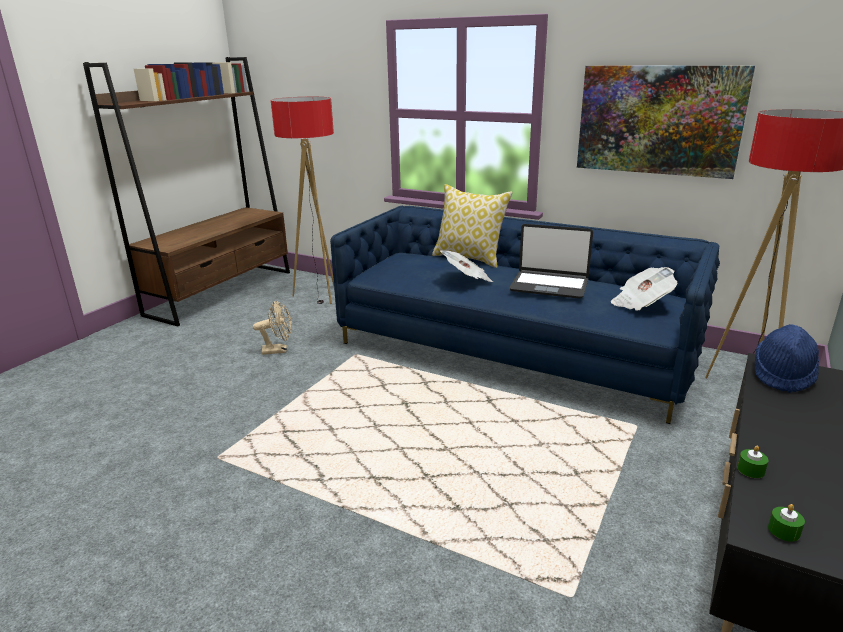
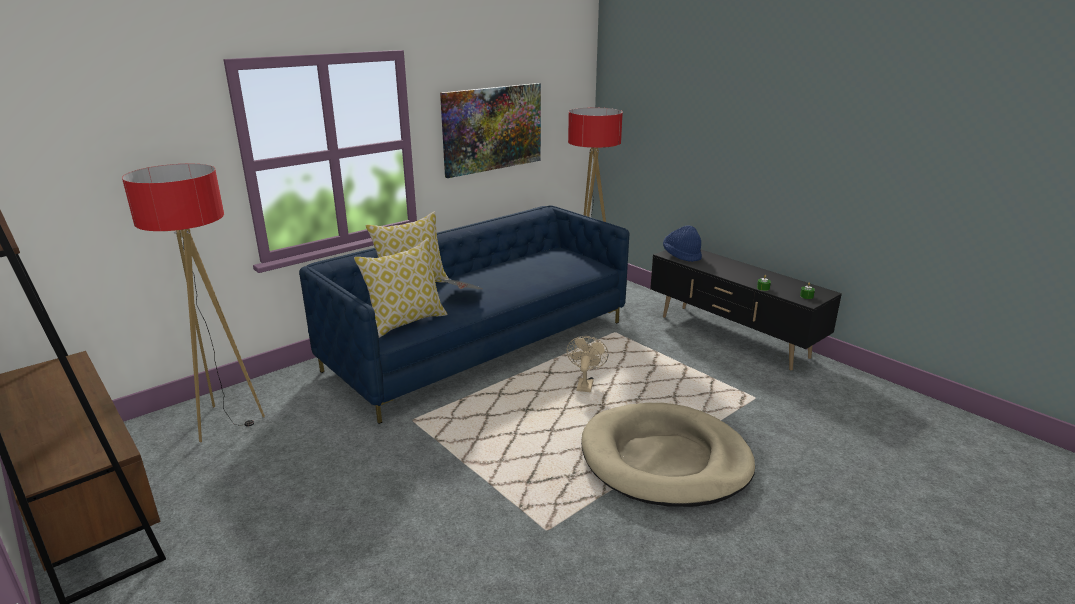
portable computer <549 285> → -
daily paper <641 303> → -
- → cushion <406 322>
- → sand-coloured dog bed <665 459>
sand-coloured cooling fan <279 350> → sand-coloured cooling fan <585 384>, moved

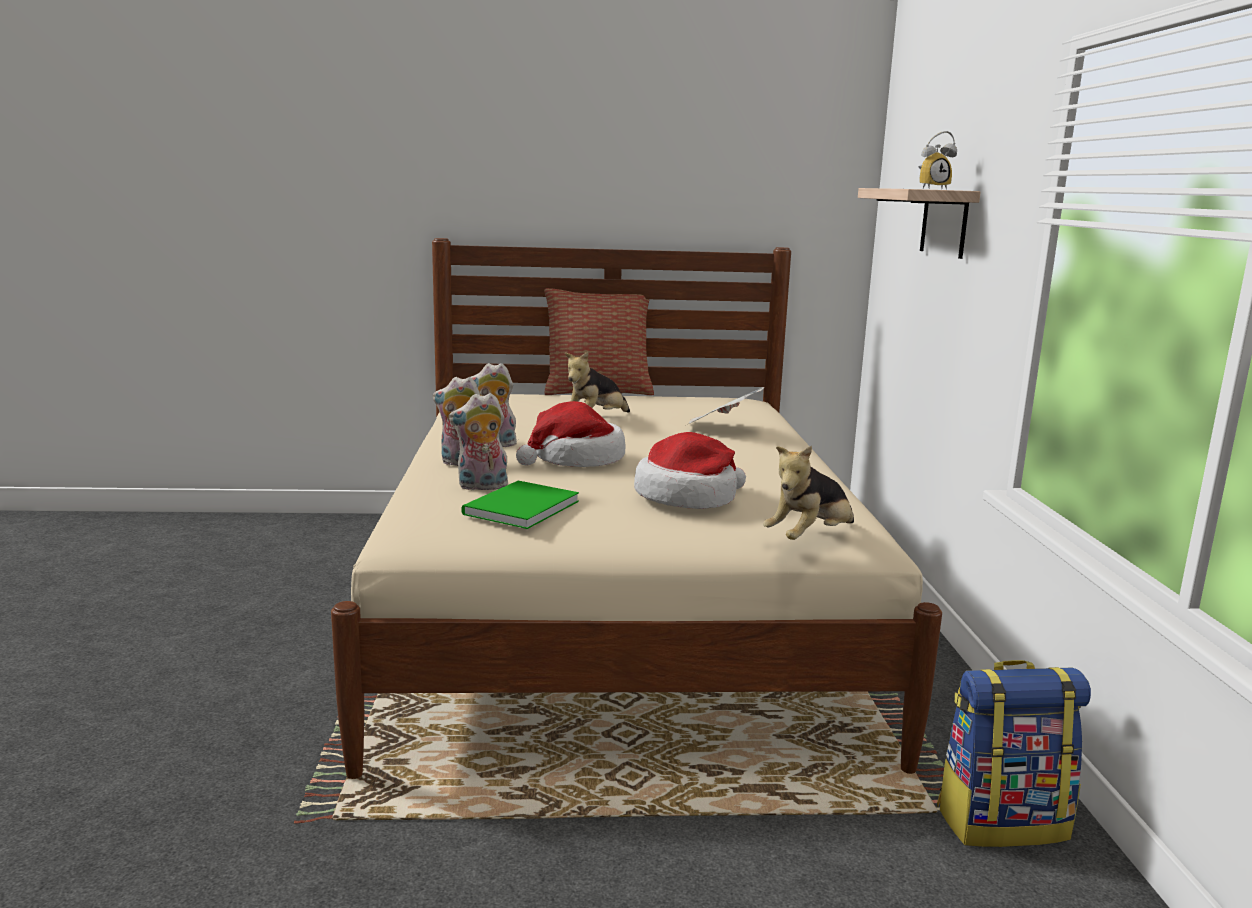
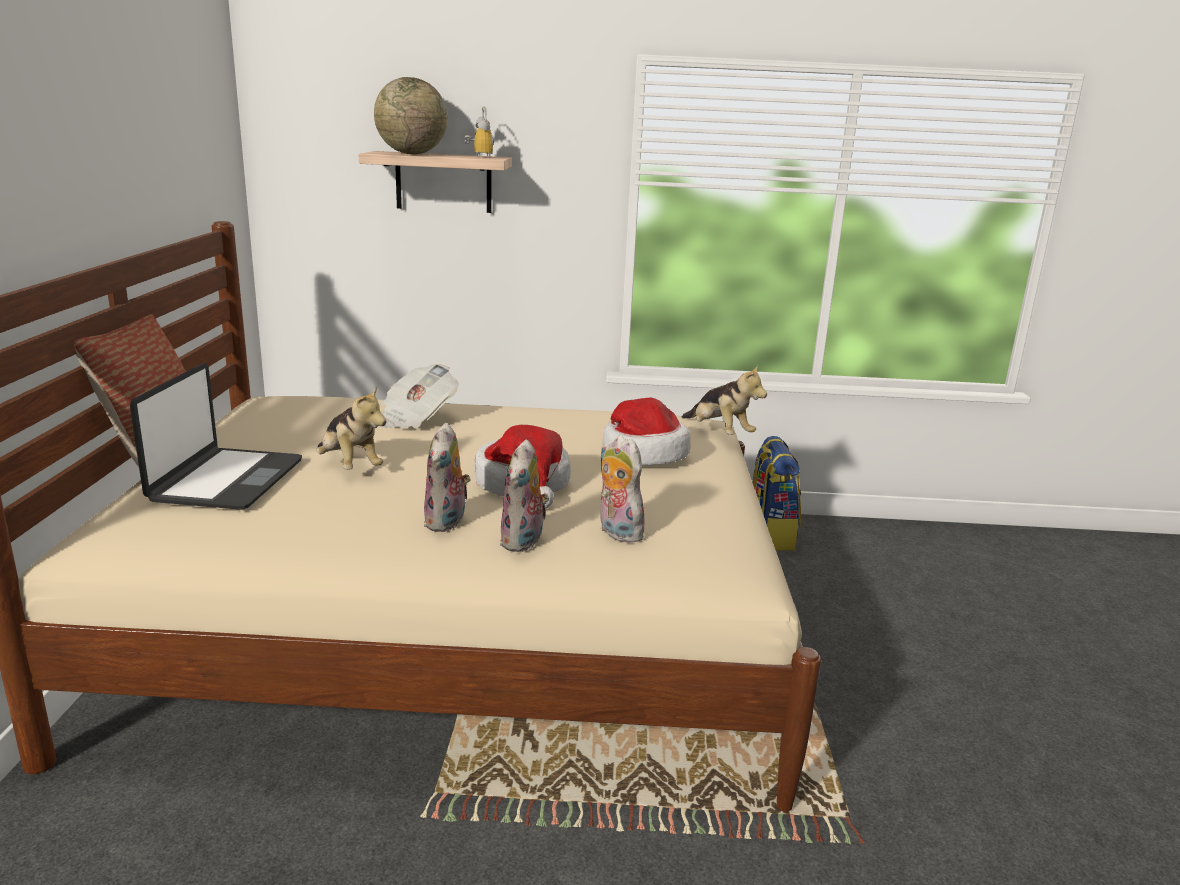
green-coloured bound book <517 508> → -
- → portable computer <226 480>
- → globe <411 154>
cuddly toy <481 487> → cuddly toy <616 532>, 150 degrees clockwise

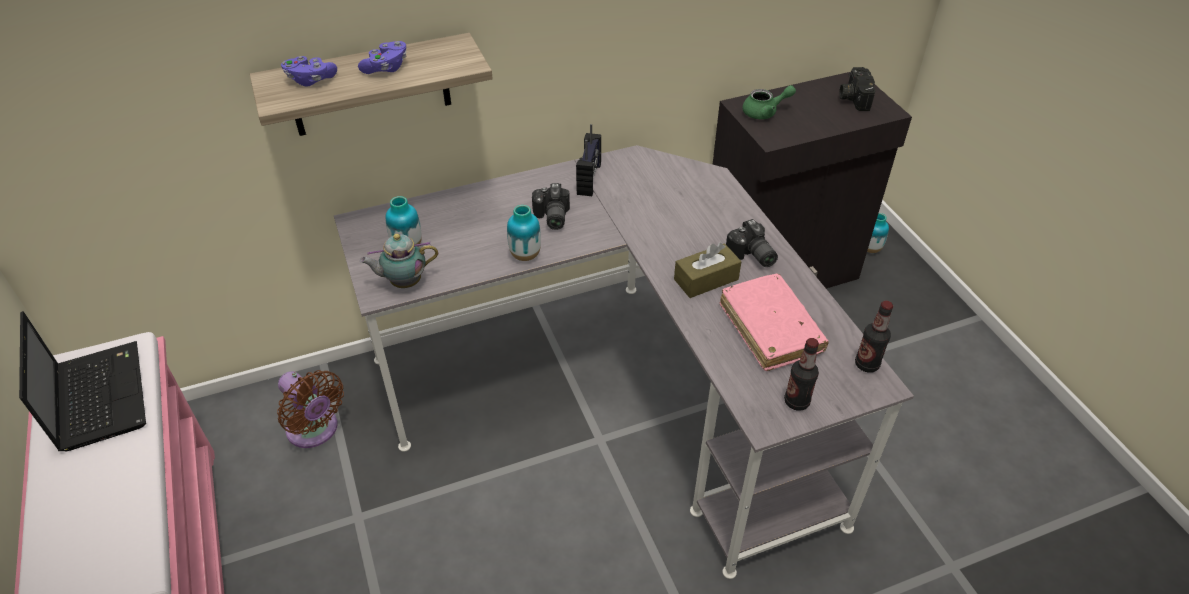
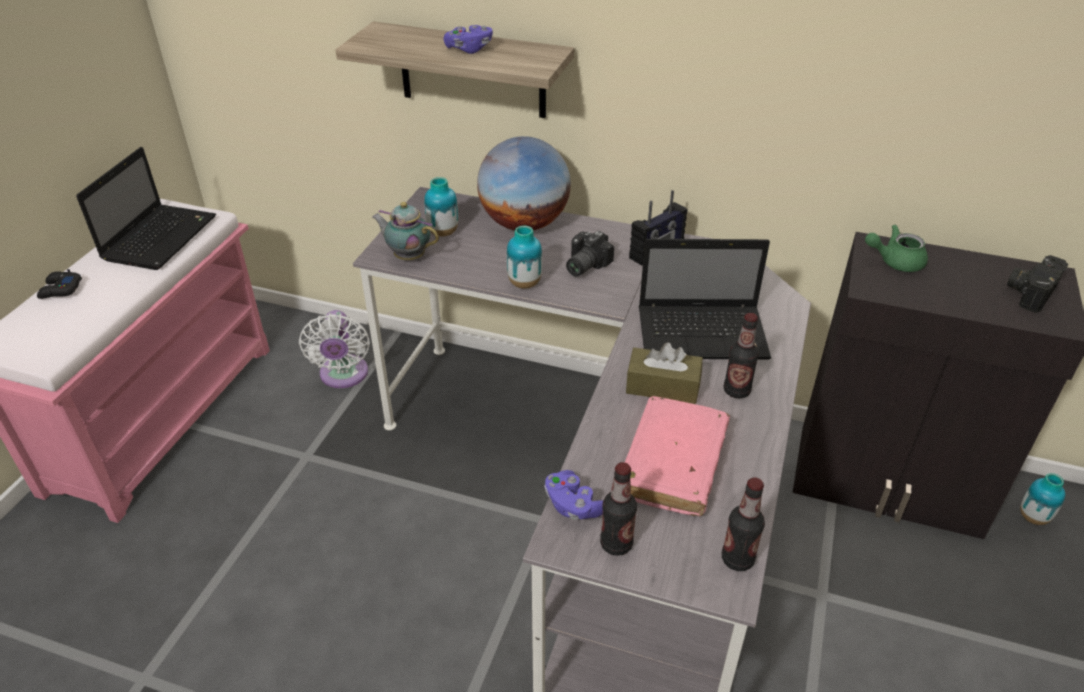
- → blackish game controller <60 290>
- → globe <524 224>
- → portable computer <704 334>
purple-coloured game controller <310 80> → purple-coloured game controller <573 505>, moved
still camera <751 256> → bottle <736 391>
brown-coloured cooling fan <315 431> → whitish cooling fan <343 376>
green-coloured teapot <765 112> → green-coloured teapot <894 261>, 150 degrees clockwise

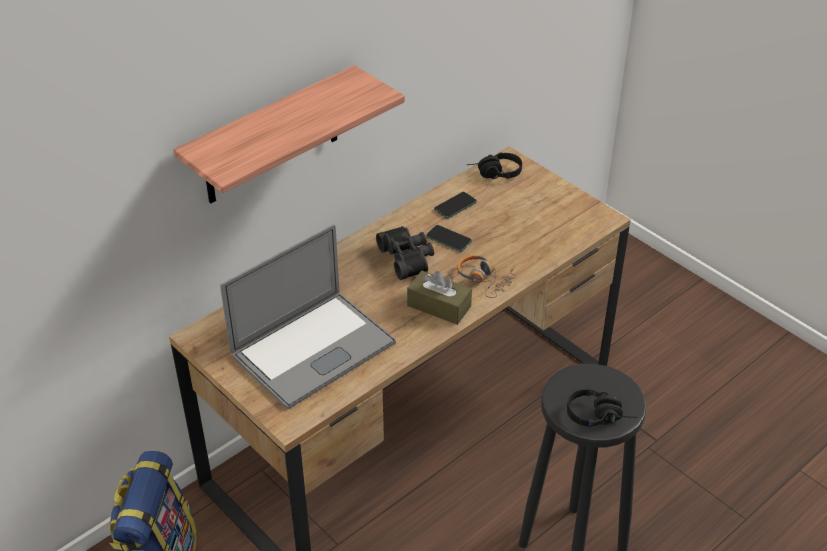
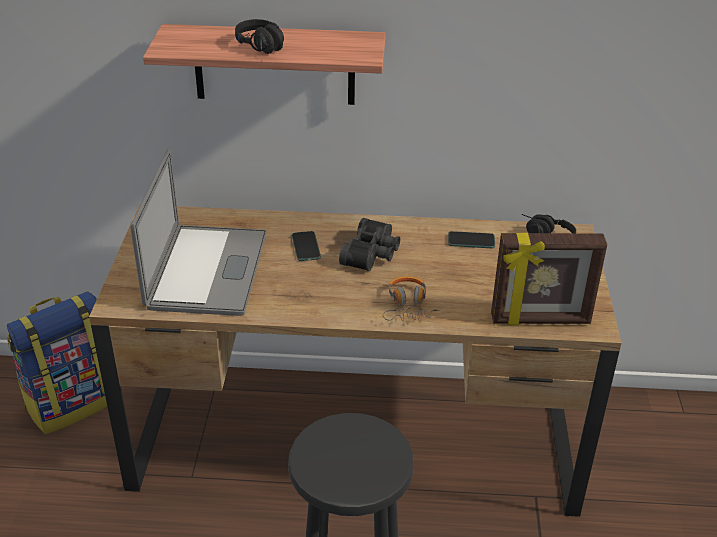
brown-coloured box of tissues <439 306> → -
- → photo frame <540 320>
telephone <448 239> → telephone <306 247>, moved
blackish headphones <600 416> → blackish headphones <265 48>, moved
portable computer <313 349> → portable computer <207 270>, 90 degrees counterclockwise

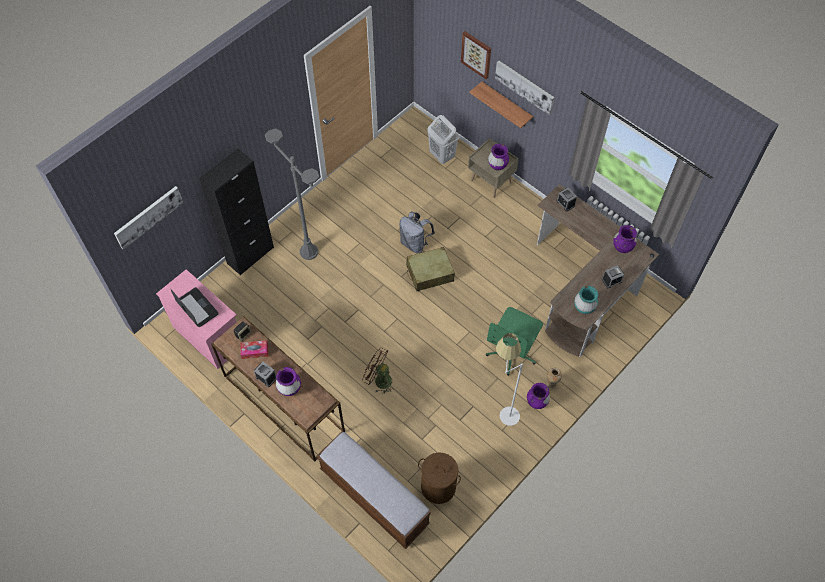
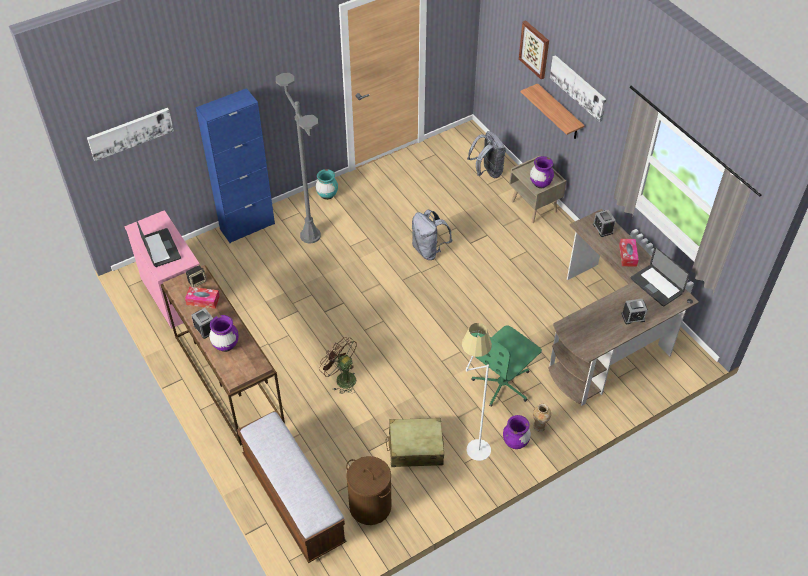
- → box of tissues <627 255>
sand-coloured suitcase <429 273> → sand-coloured suitcase <415 448>, moved
turquoise-coloured flower vase <584 308> → turquoise-coloured flower vase <327 195>, moved
whitish laundry basket <441 155> → gray knapsack <487 172>
purple-coloured flower vase <622 247> → portable computer <656 286>
blackish cupboard <250 255> → blue cupboard <247 226>

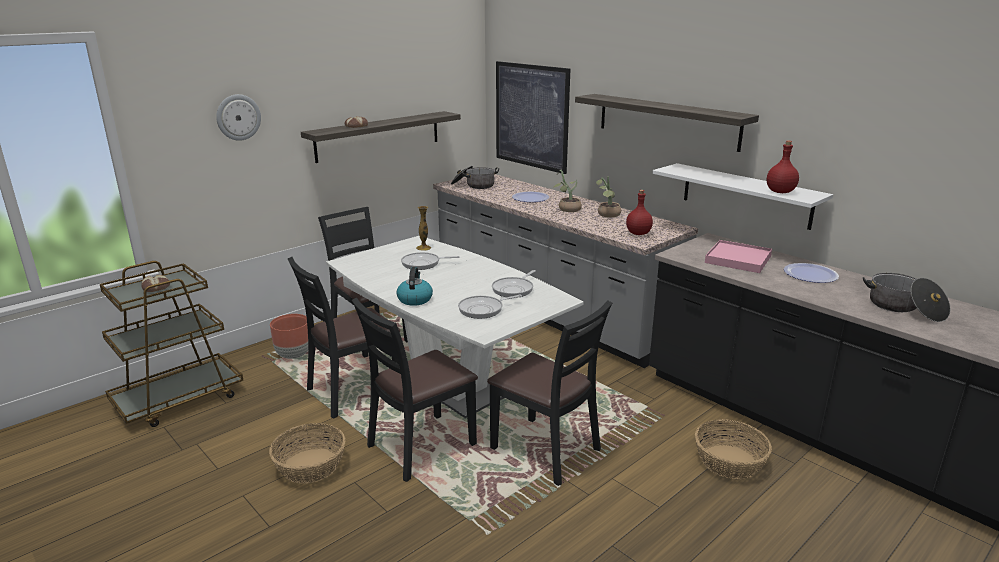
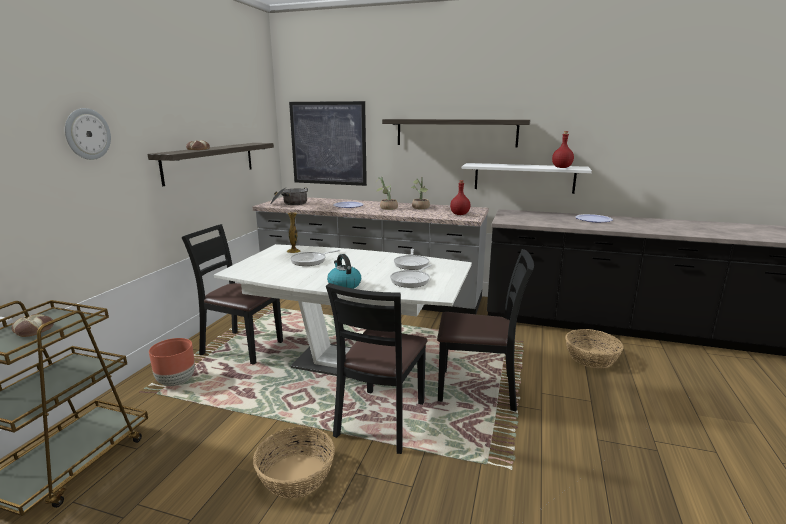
blackish plain chair <353 391> → -
pink-coloured carrying tray <737 259> → -
stockpot <904 308> → -

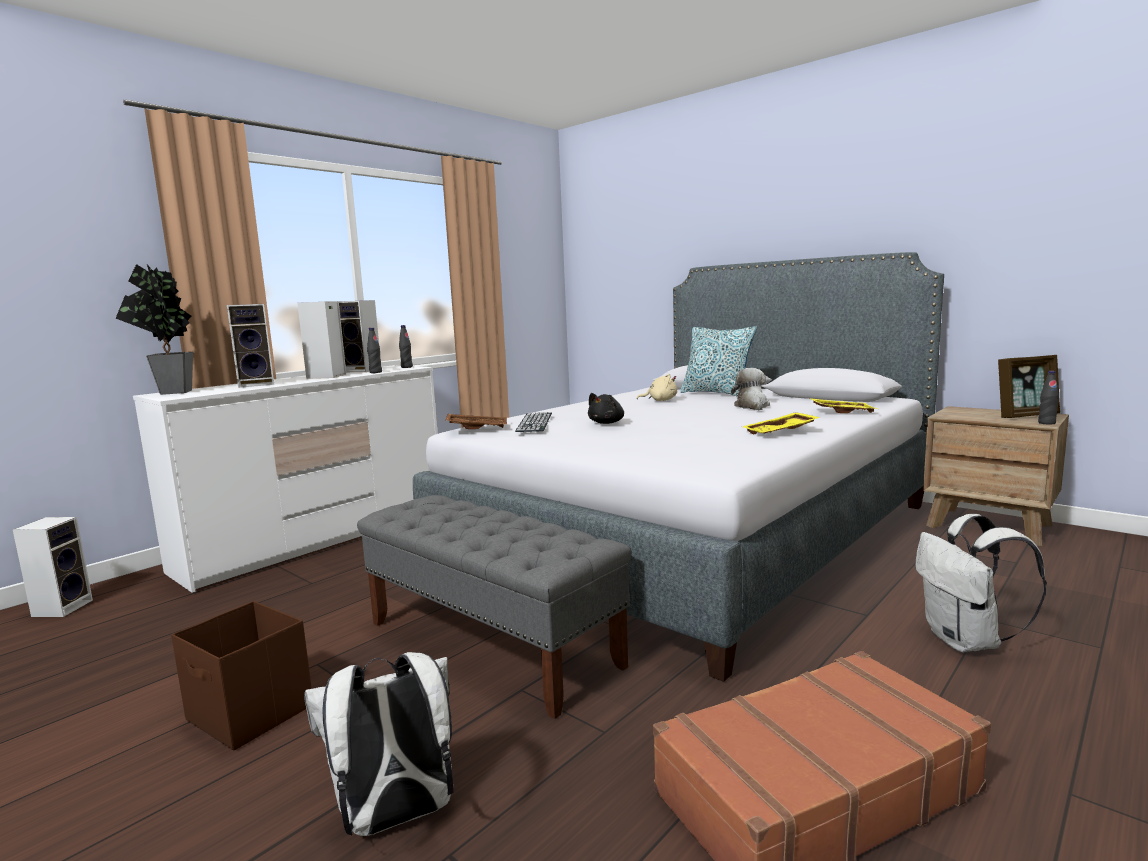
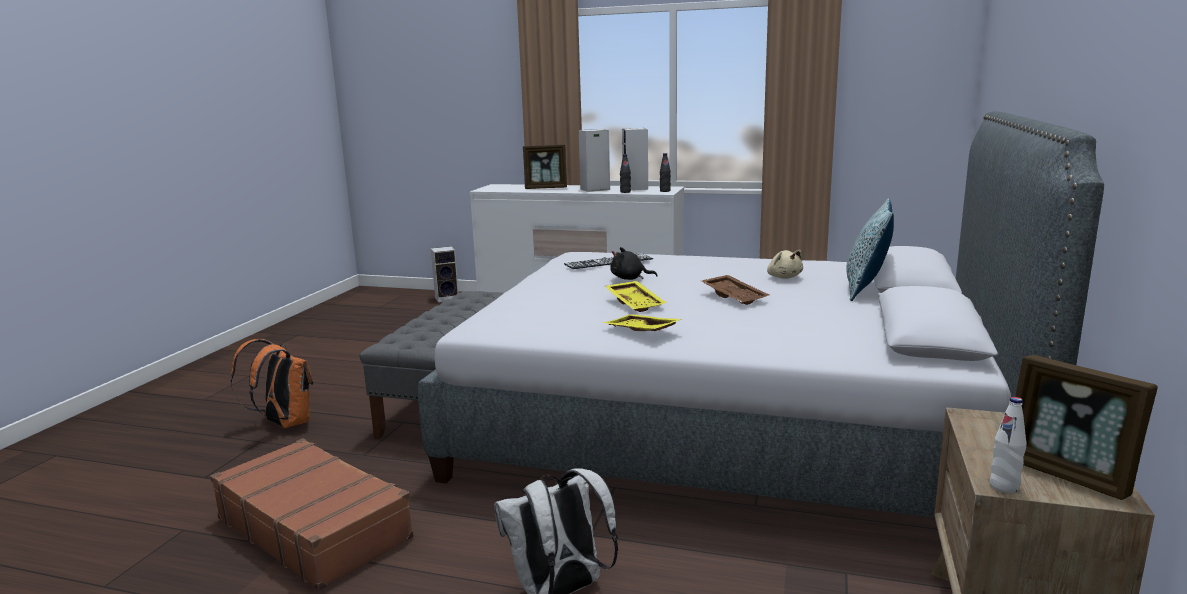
houseplant <171 393> → -
brown-coloured storage container <250 714> → -
cuddly toy <752 406> → -
brown-coloured carrying tray <477 427> → brown-coloured carrying tray <735 297>, moved
yellowish carrying tray <842 412> → yellowish carrying tray <636 303>, moved
loudspeaker <258 384> → photo frame <546 188>
whitish knapsack <396 818> → orange-coloured knapsack <284 423>
blackish bottle <1046 423> → whitish bottle <1004 486>

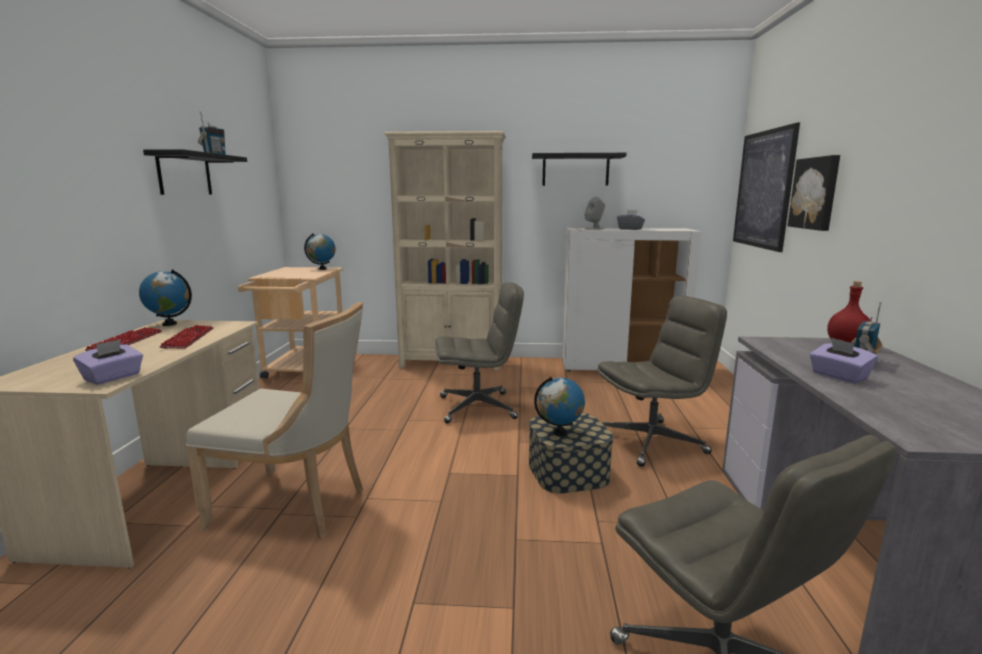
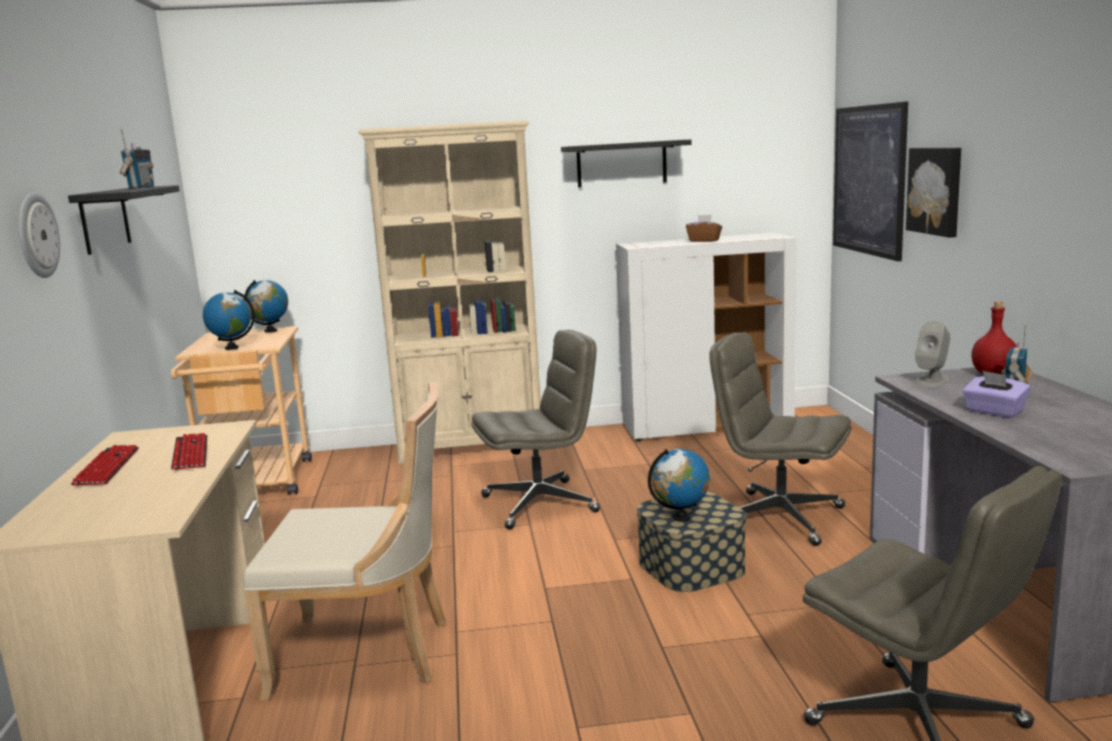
purple-coloured box of tissues <113 377> → -
- → clock on the wall <36 235>
globe <170 324> → globe <232 348>, moved
gray loudspeaker <594 229> → gray loudspeaker <932 381>, moved
gray box of tissues <630 229> → brown-coloured box of tissues <704 240>
gray desk chair <652 442> → gray desk chair <778 518>, 120 degrees counterclockwise

